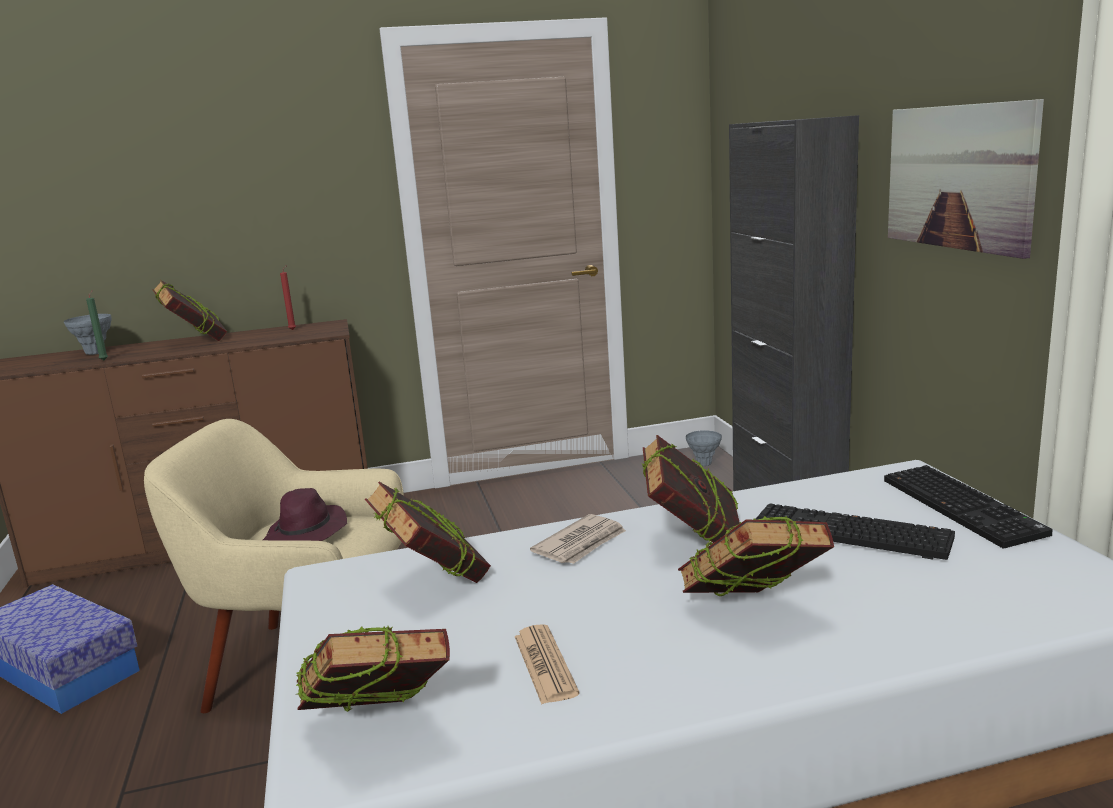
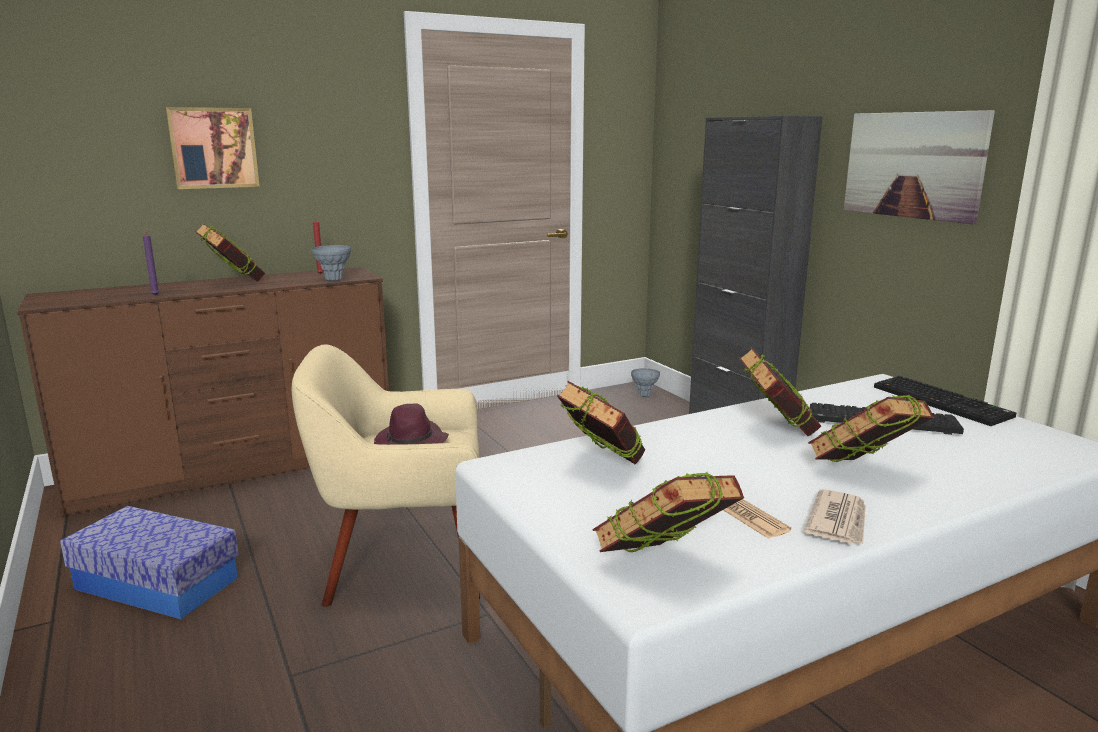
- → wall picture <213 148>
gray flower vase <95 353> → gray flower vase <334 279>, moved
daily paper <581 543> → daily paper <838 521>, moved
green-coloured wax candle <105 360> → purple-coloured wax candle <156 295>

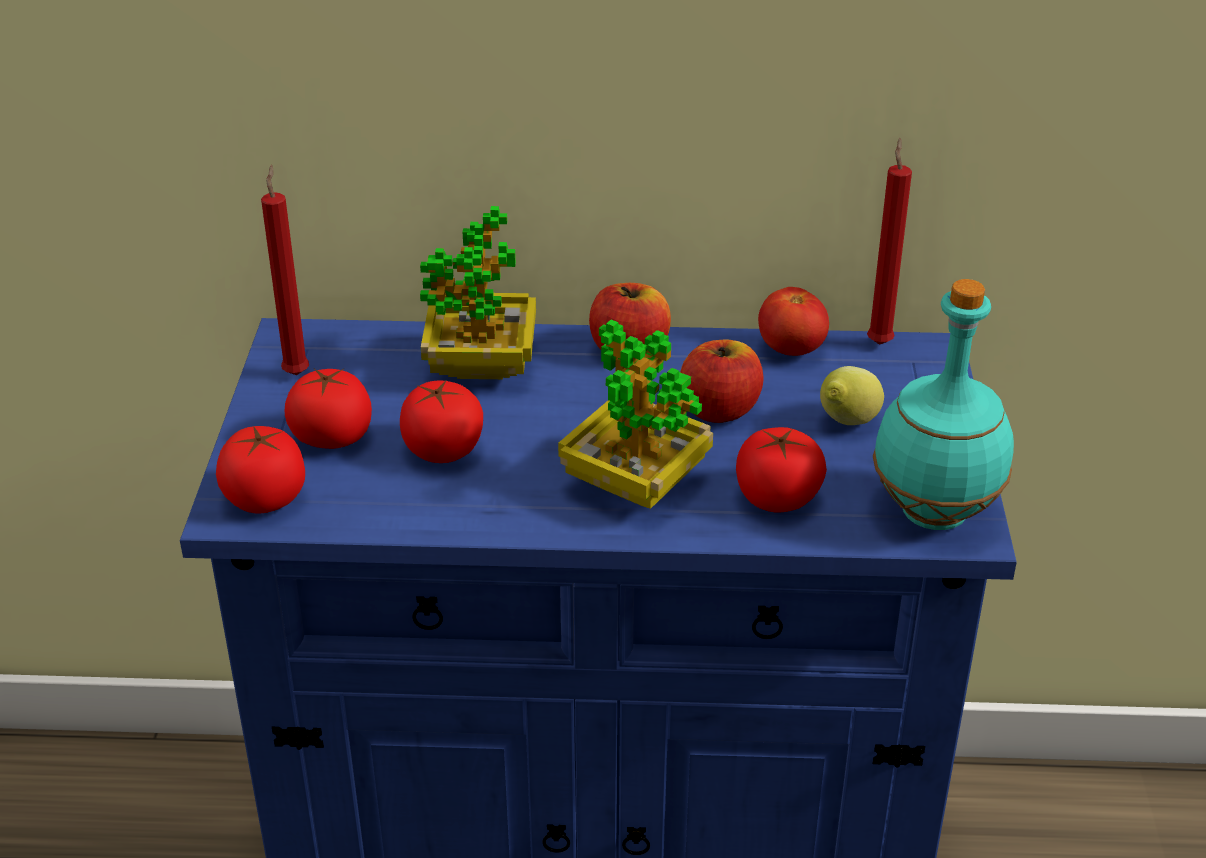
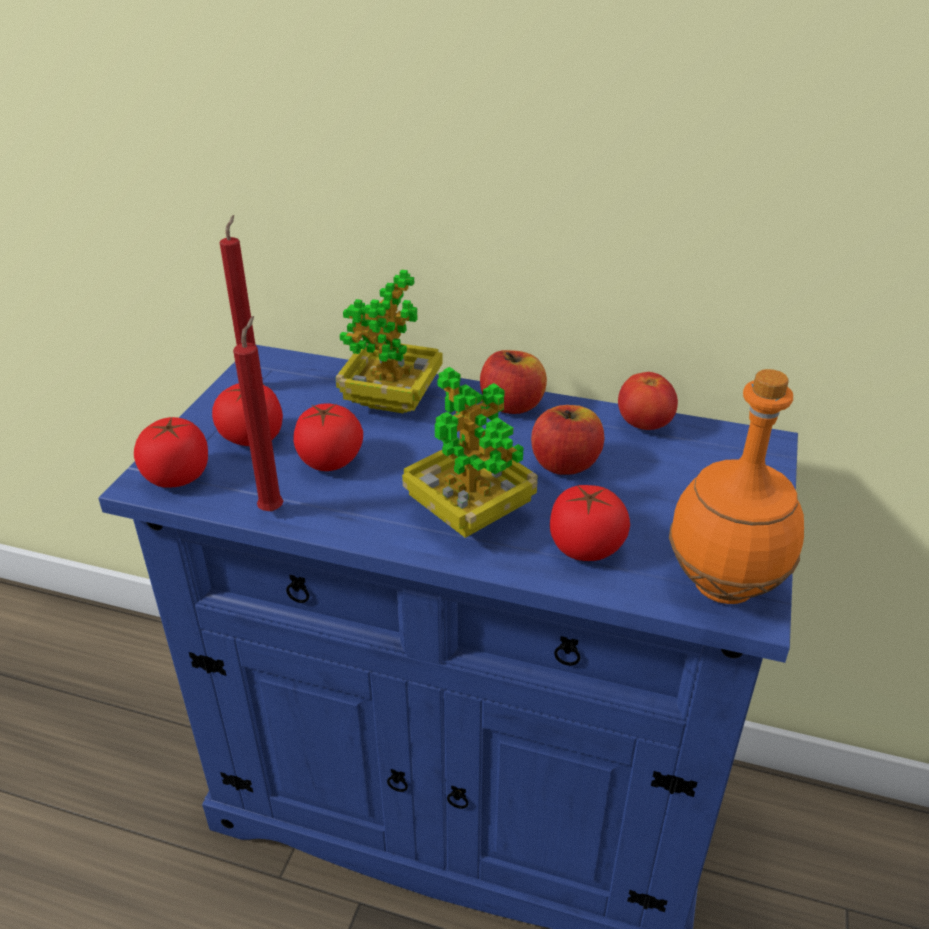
whole lemon <846 424> → -
reddish wax candle <879 342> → reddish wax candle <274 508>, moved
turquoise-coloured bottle <936 513> → orange-coloured bottle <725 586>

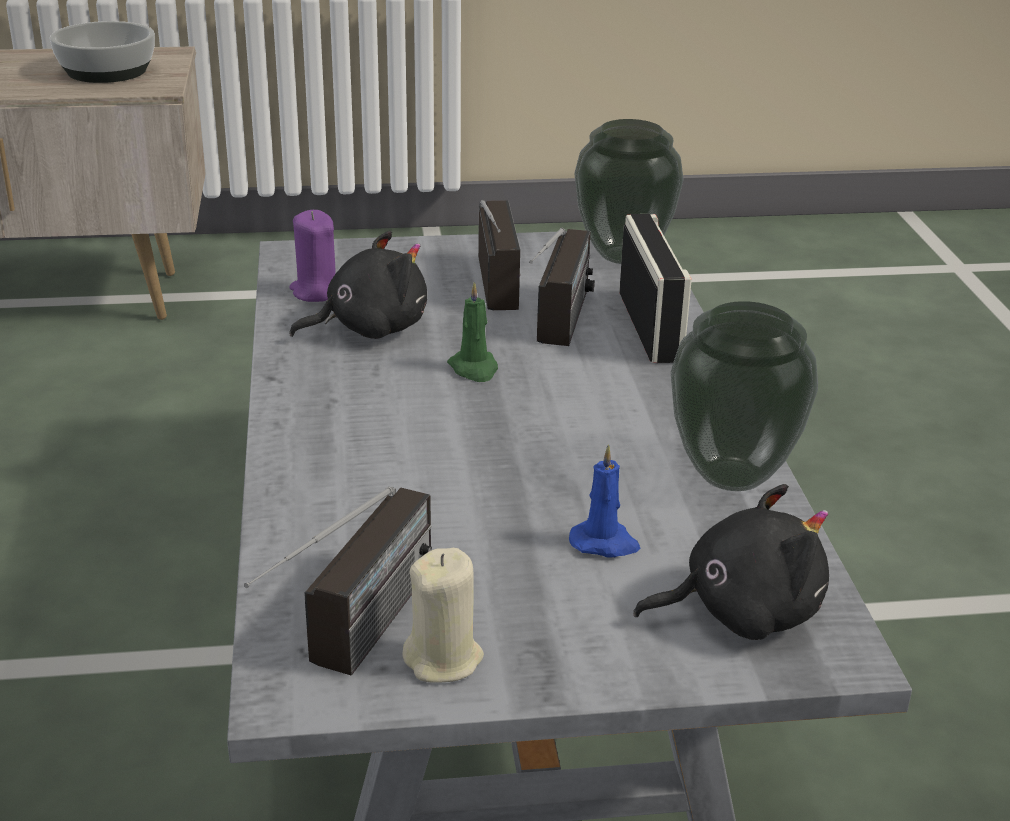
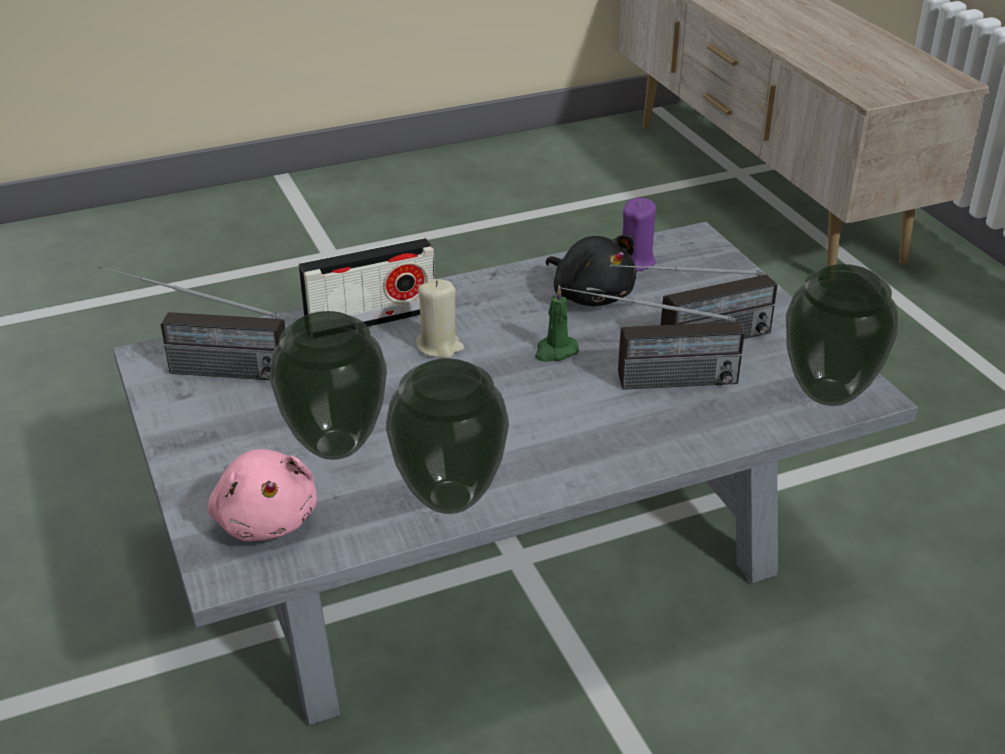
bowl <106 71> → -
sand-coloured wax candle <444 659> → sand-coloured wax candle <439 346>, moved
radio receiver <650 326> → radio receiver <371 319>, moved
blue wax candle <605 543> → flower vase <334 447>
blackish cuddly toy <741 611> → pink-coloured cuddly toy <266 519>

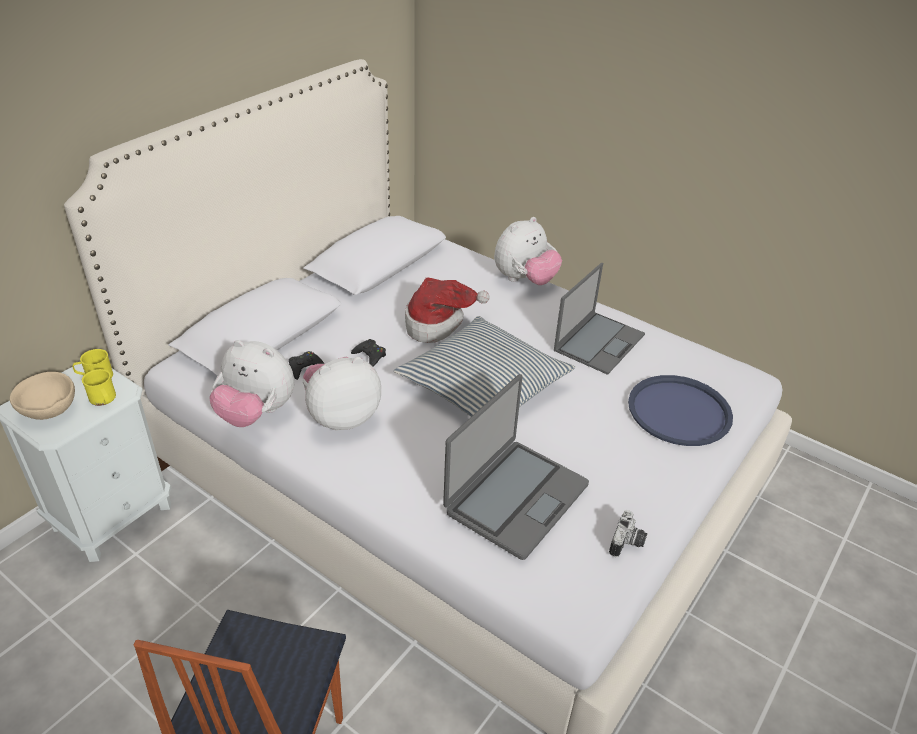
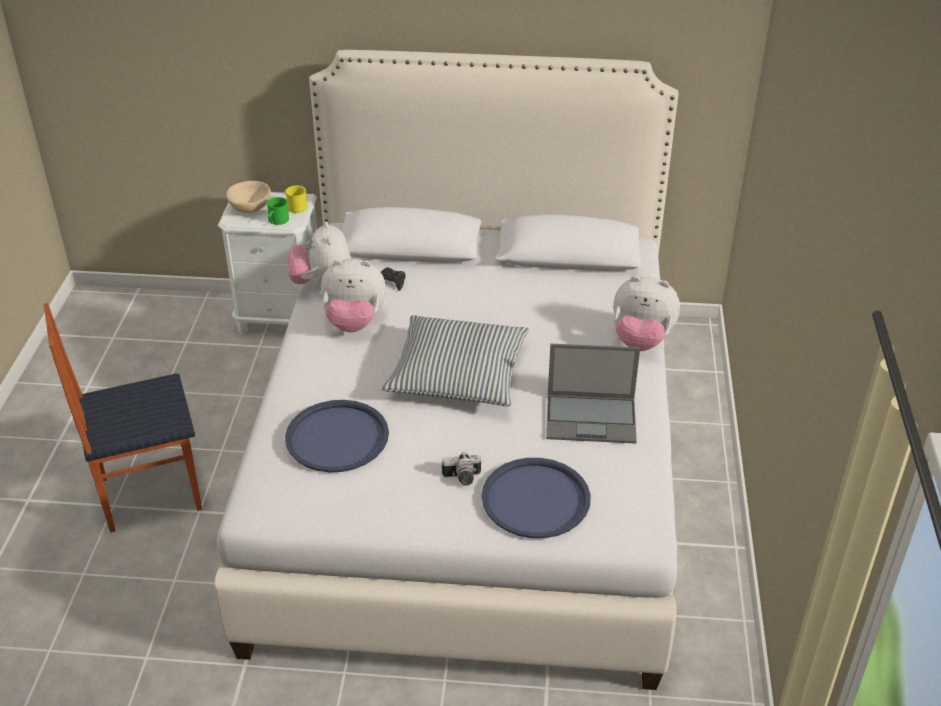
blackish game controller <370 356> → -
hat <437 323> → -
still camera <628 543> → still camera <462 478>, moved
portable computer <515 498> → blue carrying tray <337 437>
yellowish tea mug <104 400> → green-coloured tea mug <277 221>
cuddly toy <342 416> → cuddly toy <354 322>, 150 degrees clockwise

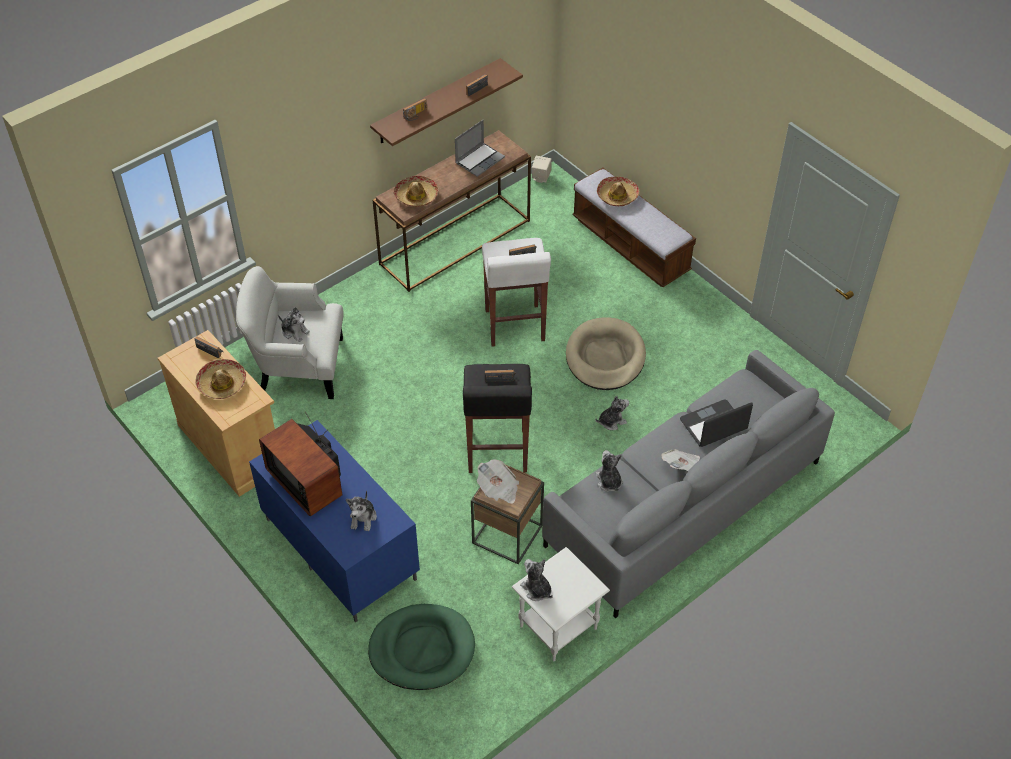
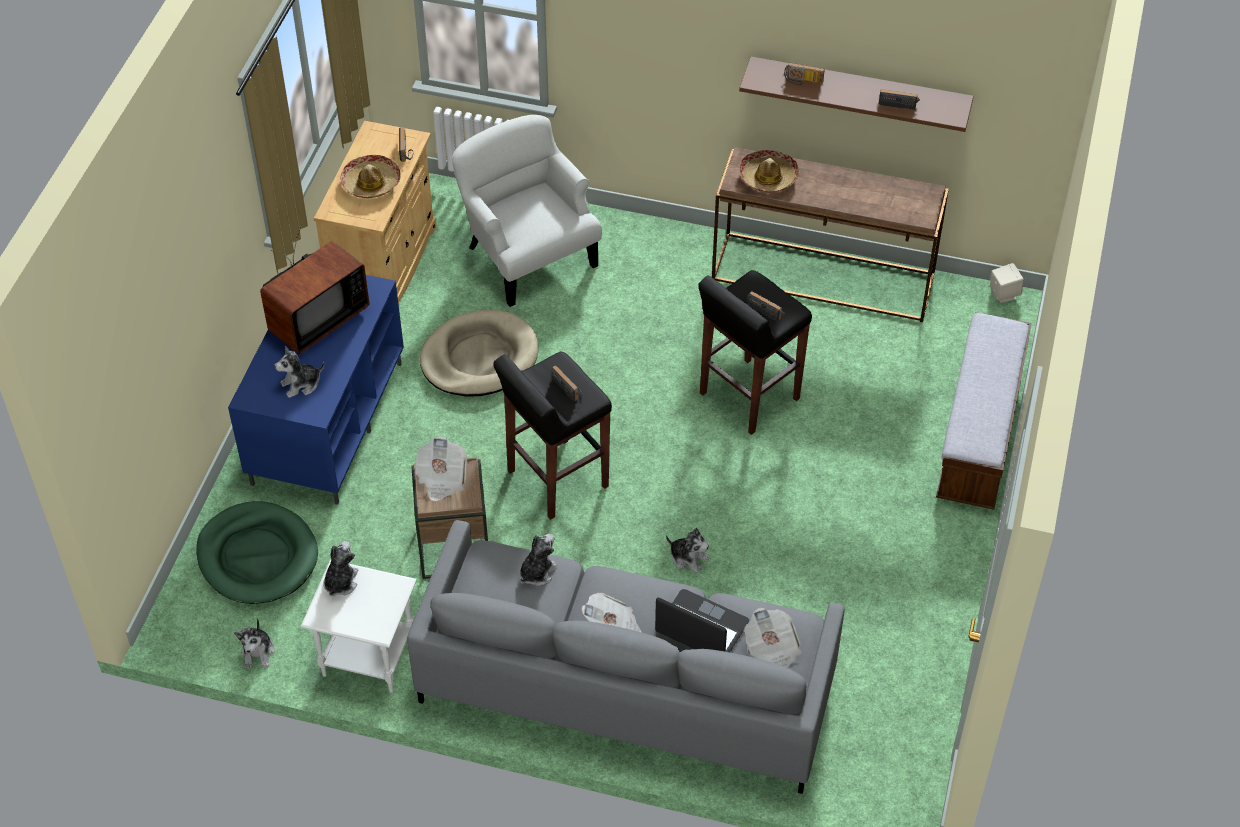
portable computer <479 160> → -
hat <617 196> → -
- → daily paper <772 650>
cuddly toy <294 331> → cuddly toy <258 652>, moved
sand-coloured dog bed <605 357> → sand-coloured dog bed <479 358>, moved
whitish stool <514 326> → blackish stool <748 397>
television <309 481> → television <314 318>, 150 degrees counterclockwise

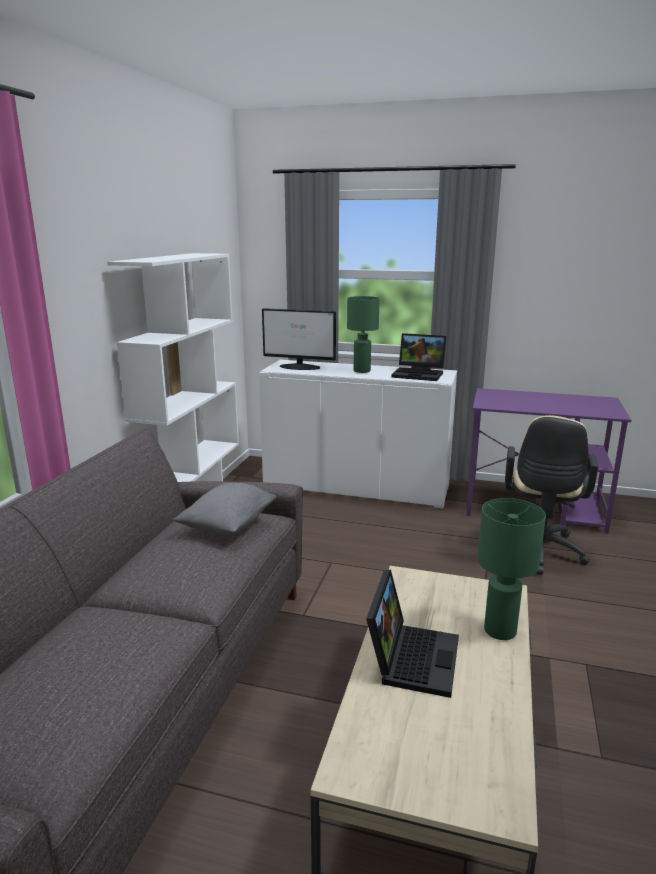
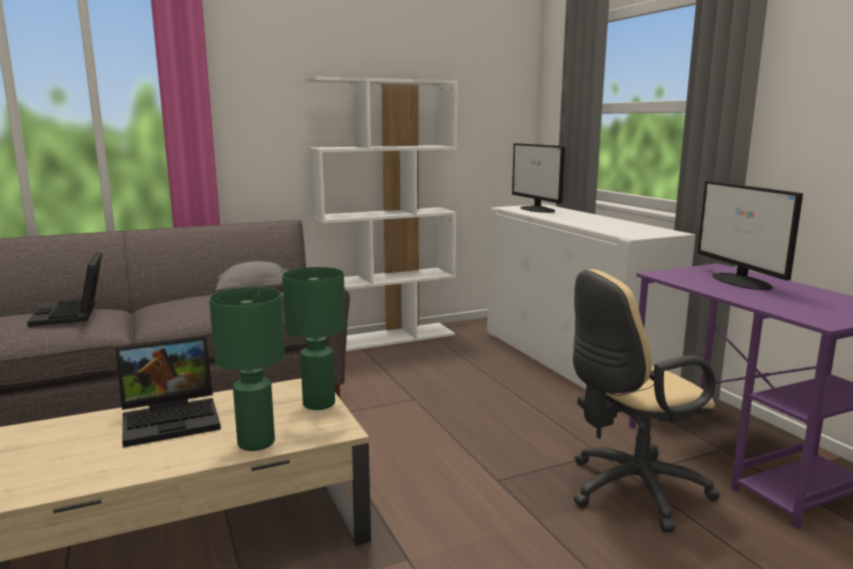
- → computer screen <741 281>
green-coloured tabletop lamp <361 371> → green-coloured tabletop lamp <318 404>, moved
portable computer <420 374> → portable computer <72 314>, moved

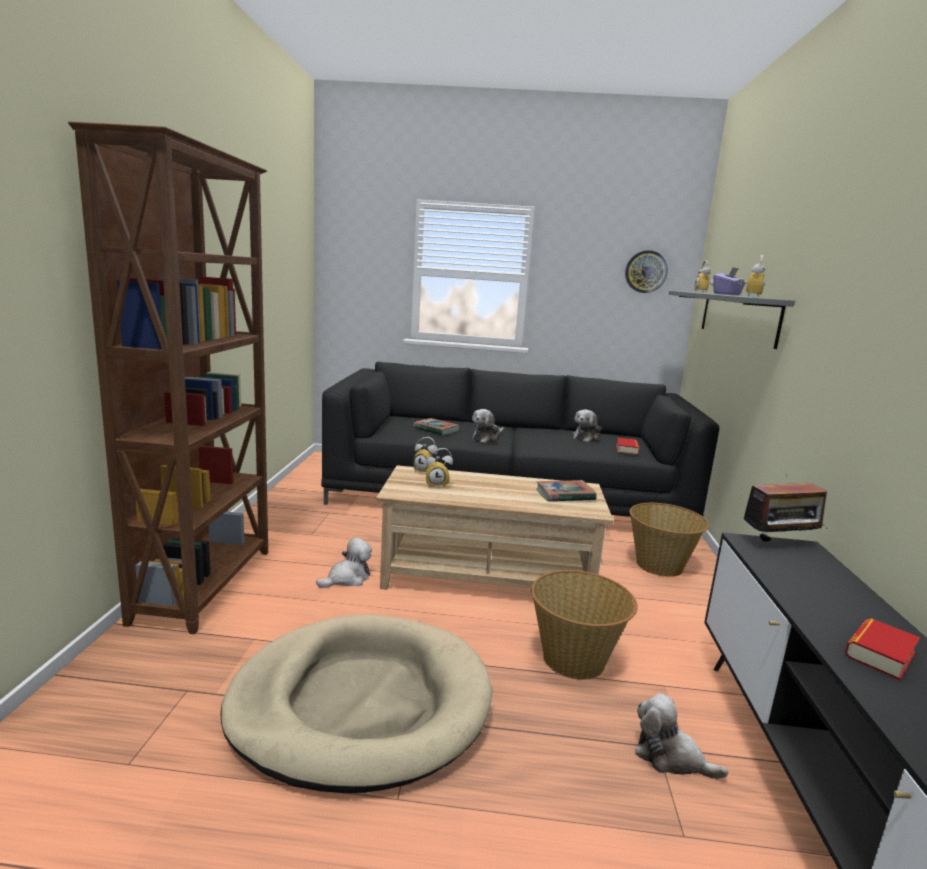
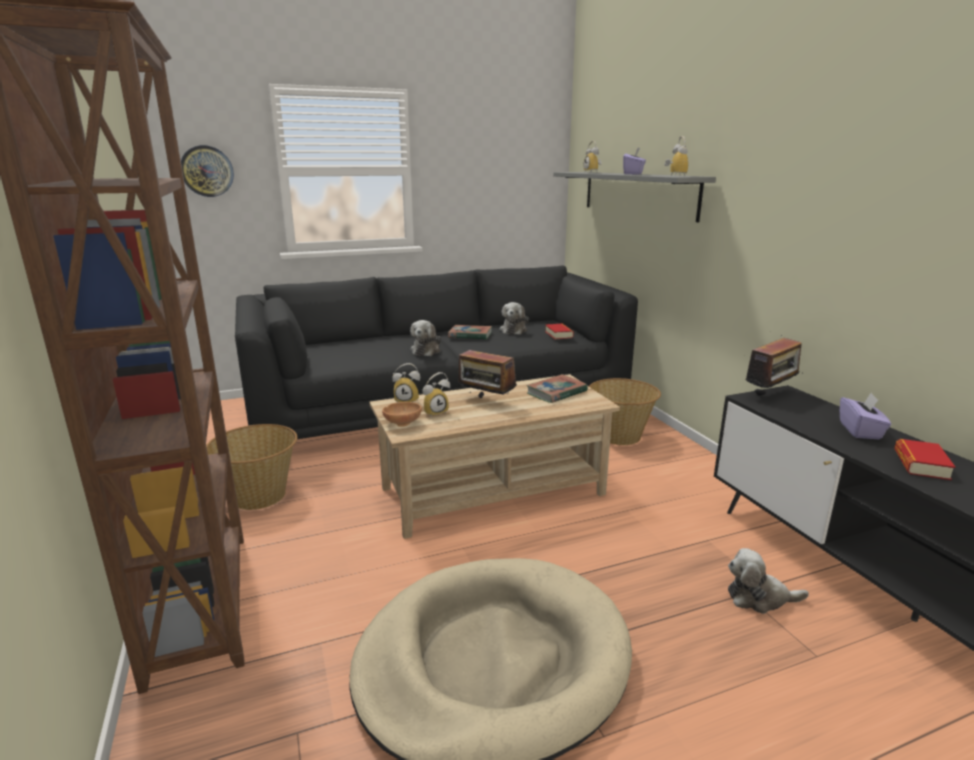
cuddly toy <347 579> → -
- → brown-coloured bowl <402 423>
- → radio receiver <486 401>
- → purple-coloured box of tissues <860 431>
bound book <436 430> → bound book <470 335>, moved
household basket <575 659> → household basket <260 495>, moved
clock on the wall <646 271> → clock on the wall <207 171>, moved

